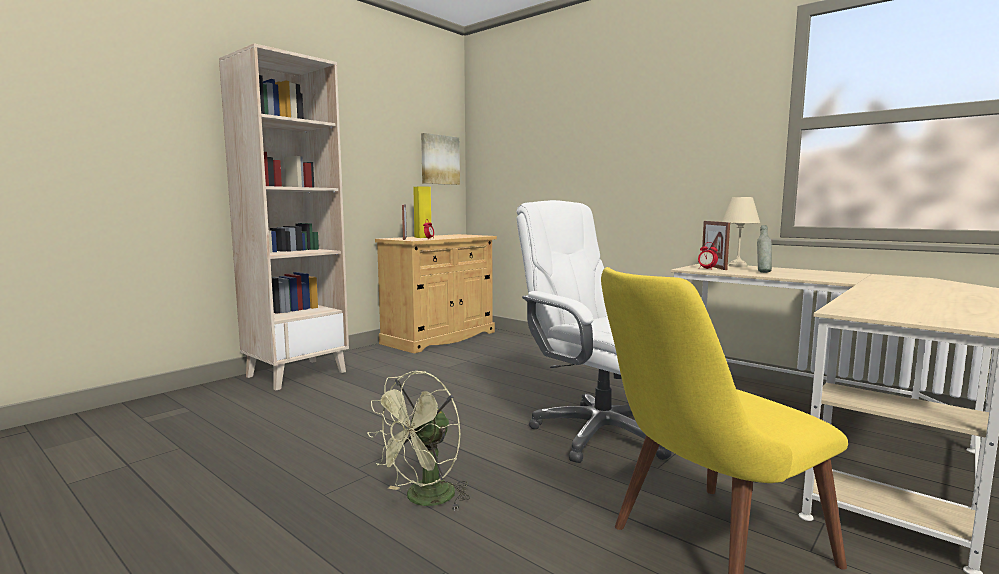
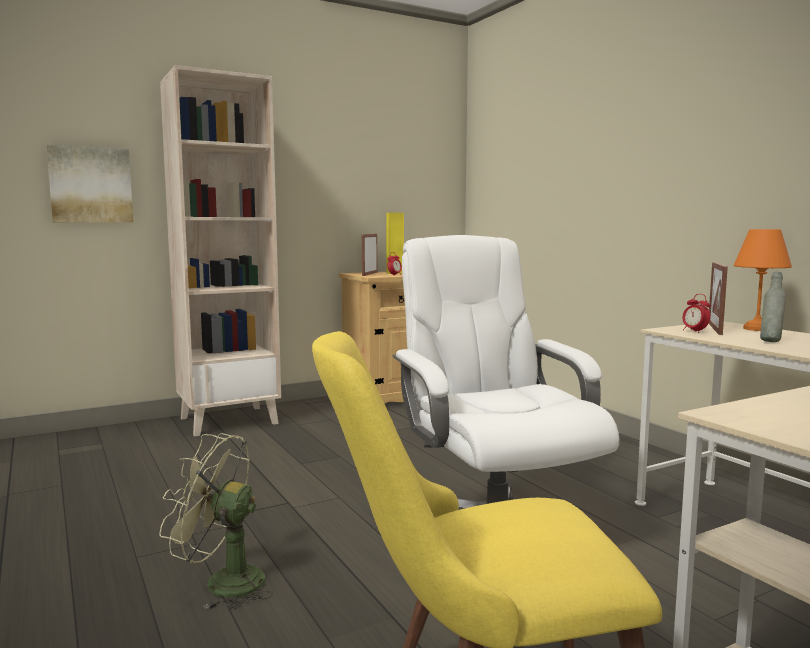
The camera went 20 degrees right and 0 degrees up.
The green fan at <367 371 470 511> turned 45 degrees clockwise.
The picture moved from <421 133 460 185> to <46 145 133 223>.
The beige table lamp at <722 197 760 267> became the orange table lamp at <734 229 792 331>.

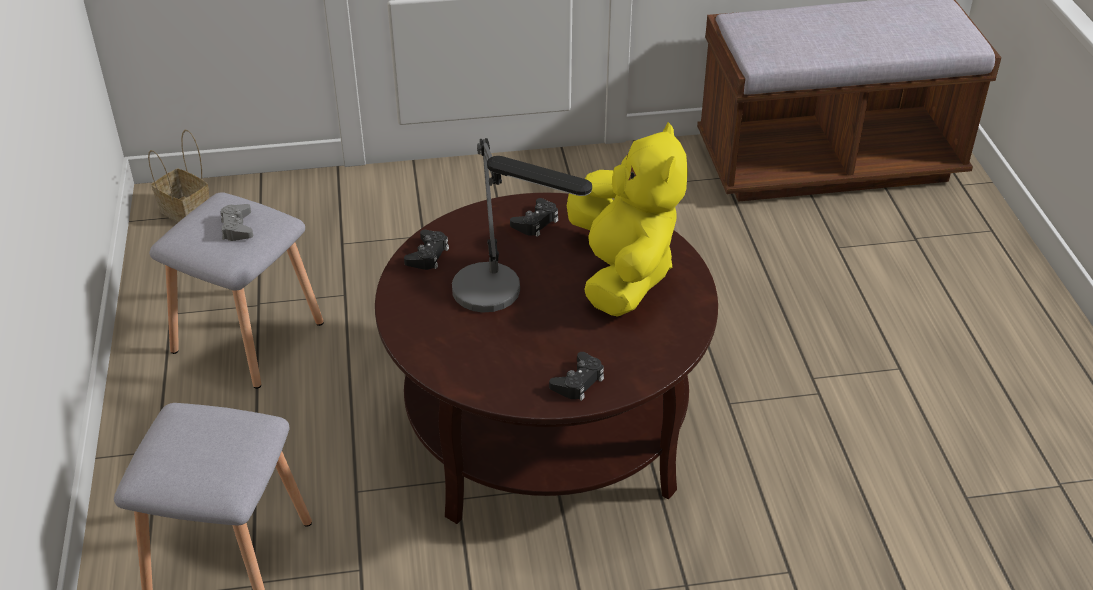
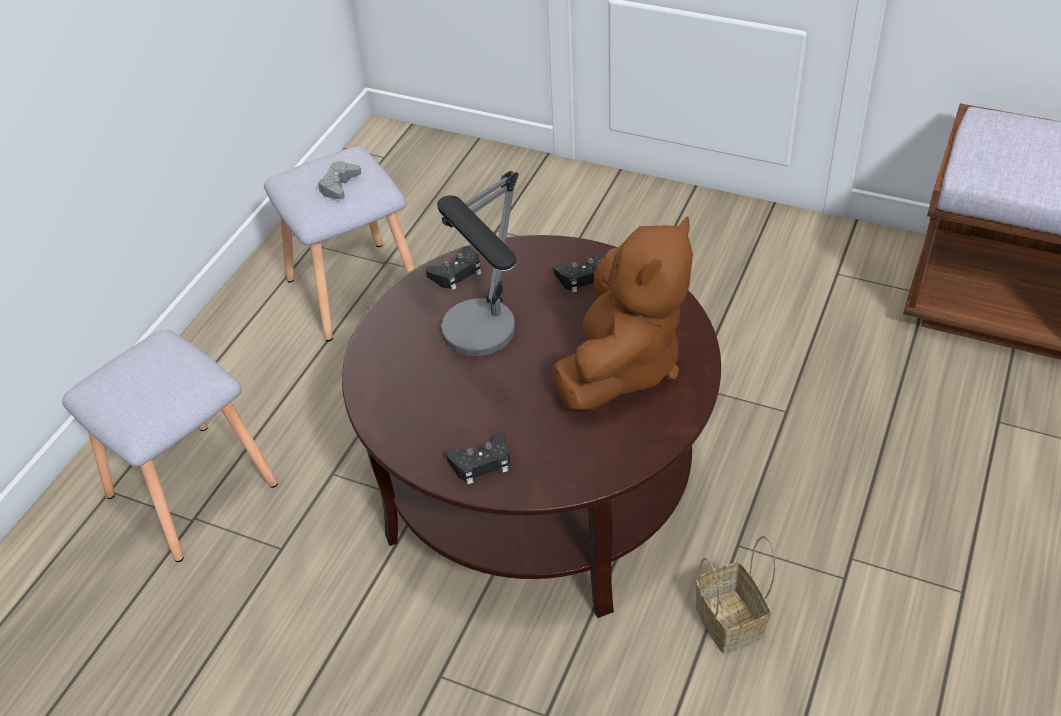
The camera went 35 degrees right and 5 degrees up.
The basket moved from <148 130 210 223> to <695 536 776 654>.
The yellow plush toy at <567 122 688 317> became the brown plush toy at <552 217 693 410>.

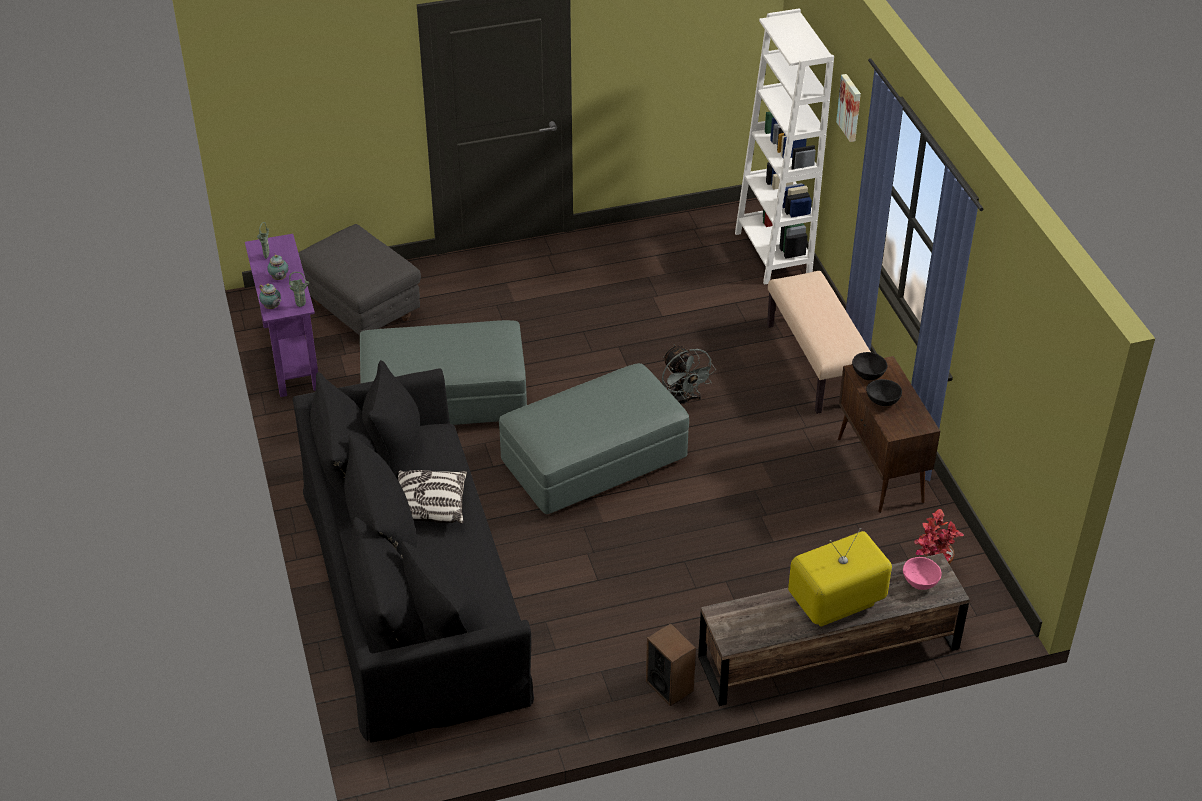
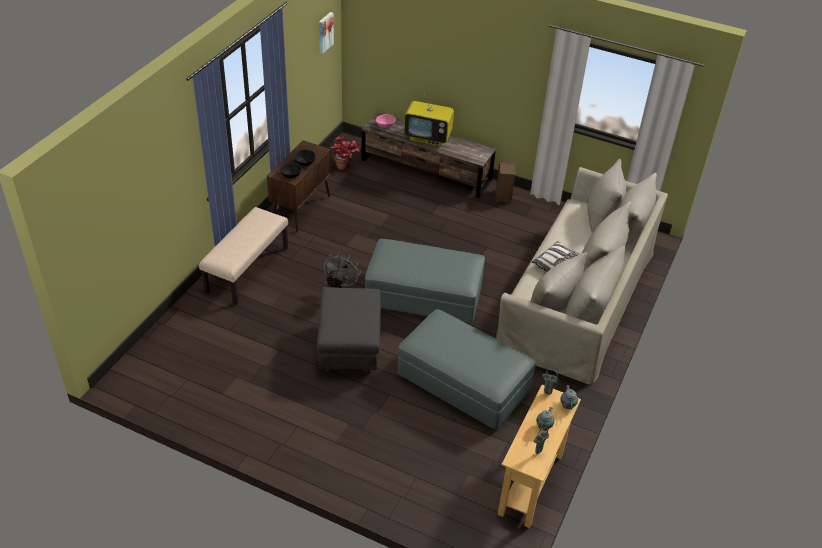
The camera went 140 degrees left and 0 degrees up.
The purple console table at <245 234 318 397> became the beige console table at <498 385 581 528>.
The black sofa at <293 360 534 742> became the beige sofa at <496 159 668 385>.
The grey ottoman moved from <298 224 421 336> to <317 287 381 374>.
The white bookcase at <735 8 834 285> disappeared.
The picture moved from <836 74 861 142> to <319 12 334 54>.

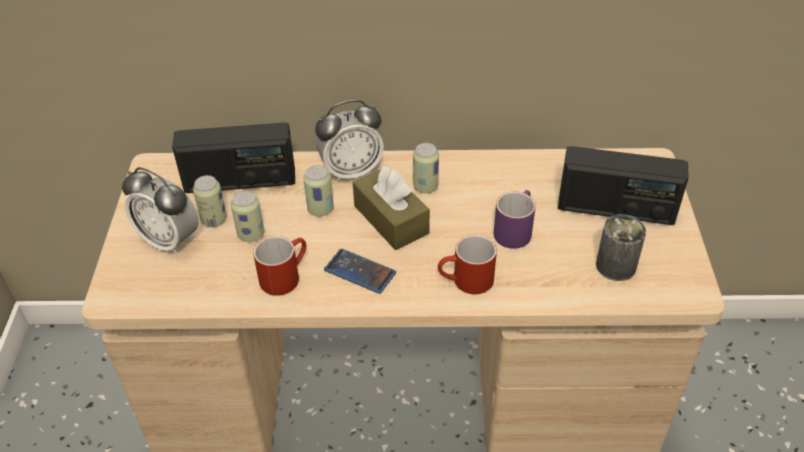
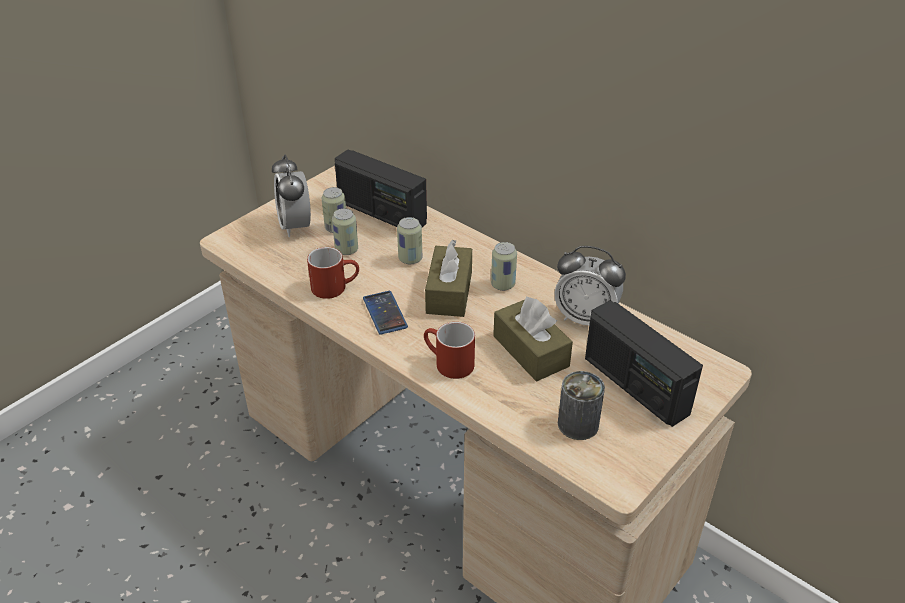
The camera went 40 degrees right and 5 degrees down.
The alarm clock moved from <315 100 384 182> to <555 246 626 326>.
The purple mug at <494 190 536 249> was replaced by the brown tissue box at <493 297 573 381>.

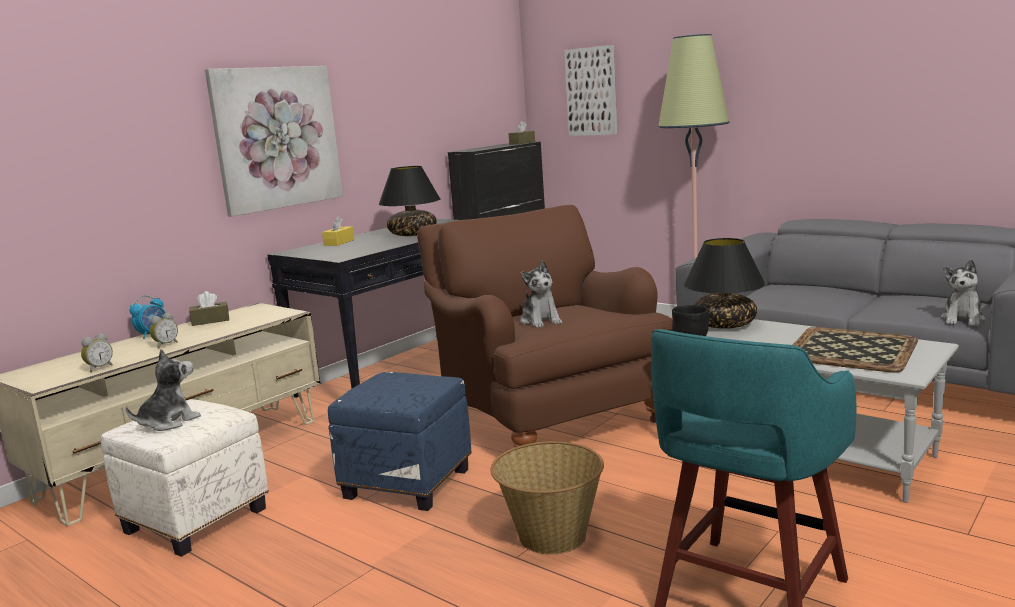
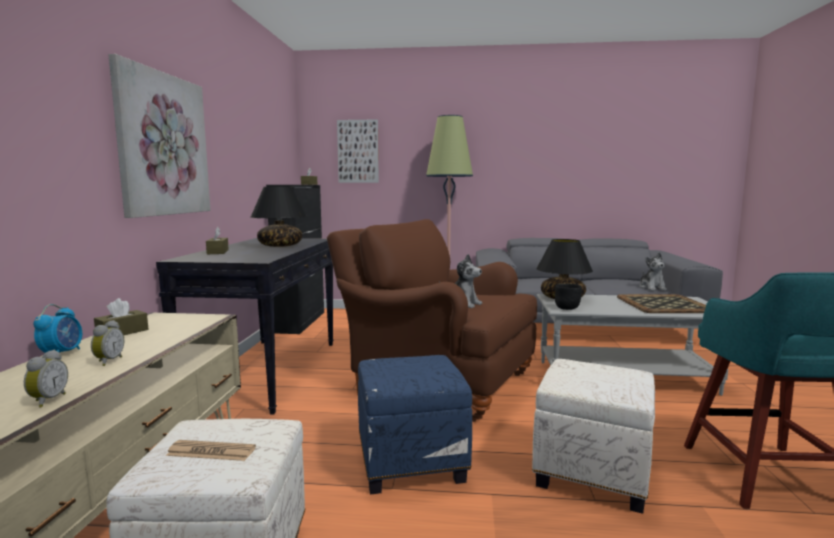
The camera went 35 degrees left and 5 degrees down.
The plush toy at <125 349 201 431> was replaced by the newspaper at <166 440 256 461>.
The yellow tissue box at <322 216 354 246> became the brown tissue box at <206 227 229 254>.
The basket at <491 441 604 555> was replaced by the white ottoman at <532 359 655 514>.

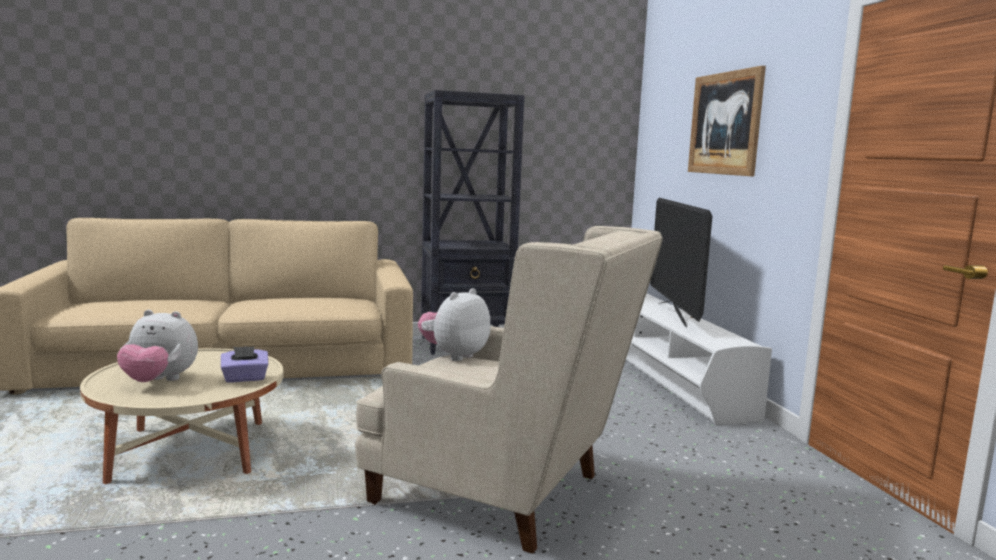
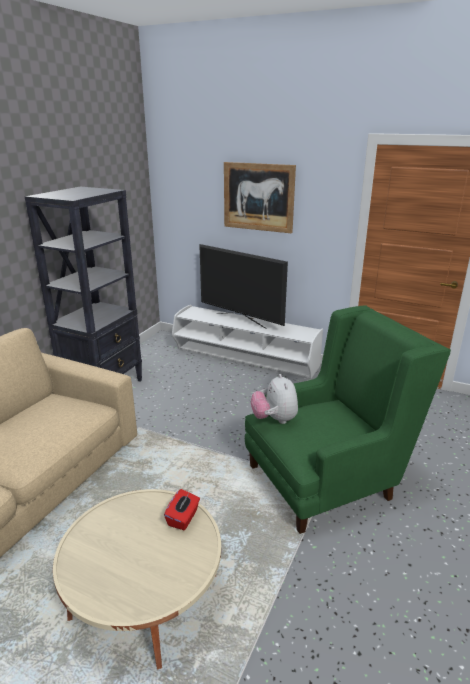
The camera went 50 degrees left and 15 degrees up.
The plush toy at <117 310 198 382> disappeared.
The purple tissue box at <221 346 268 383> became the red tissue box at <164 489 200 530>.
The beige armchair at <355 226 663 554> became the green armchair at <245 305 451 534>.

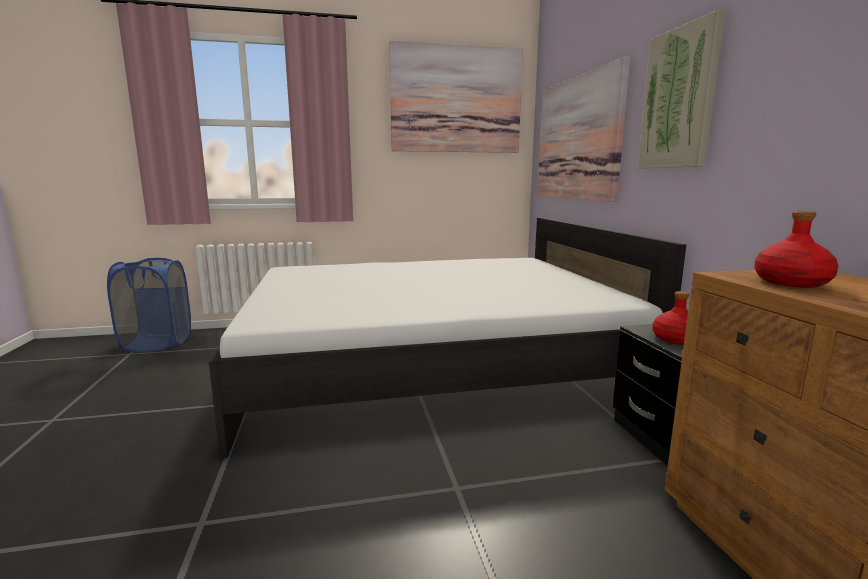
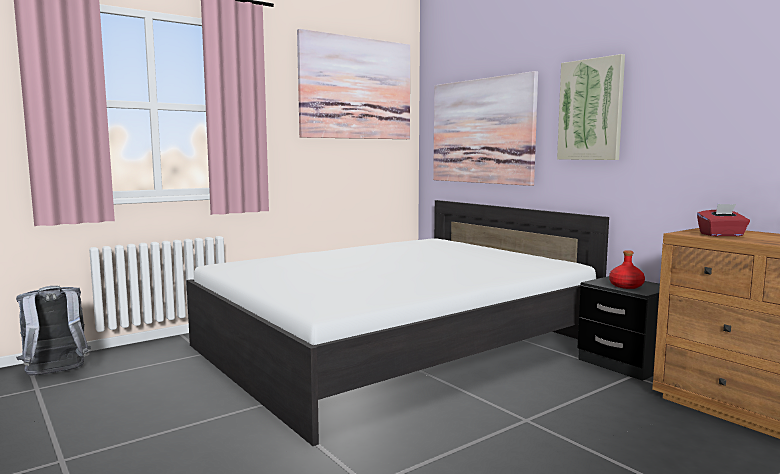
The camera went 25 degrees left and 5 degrees down.
The blue laundry basket at <107 258 191 352> was replaced by the grey backpack at <16 286 91 376>.
The red bottle at <754 211 838 288> was replaced by the red tissue box at <697 204 750 236>.

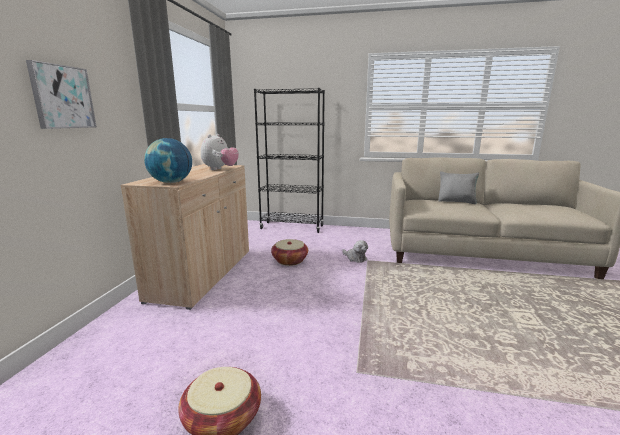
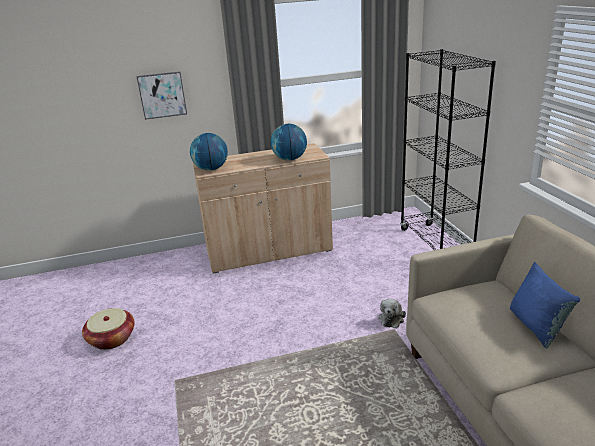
The camera went 65 degrees right and 10 degrees up.
The plush toy at <201 134 239 170> was replaced by the globe at <271 124 307 161>.
The basket at <271 239 308 266> disappeared.
The grey pillow at <438 171 479 204> became the blue pillow at <510 262 580 348>.

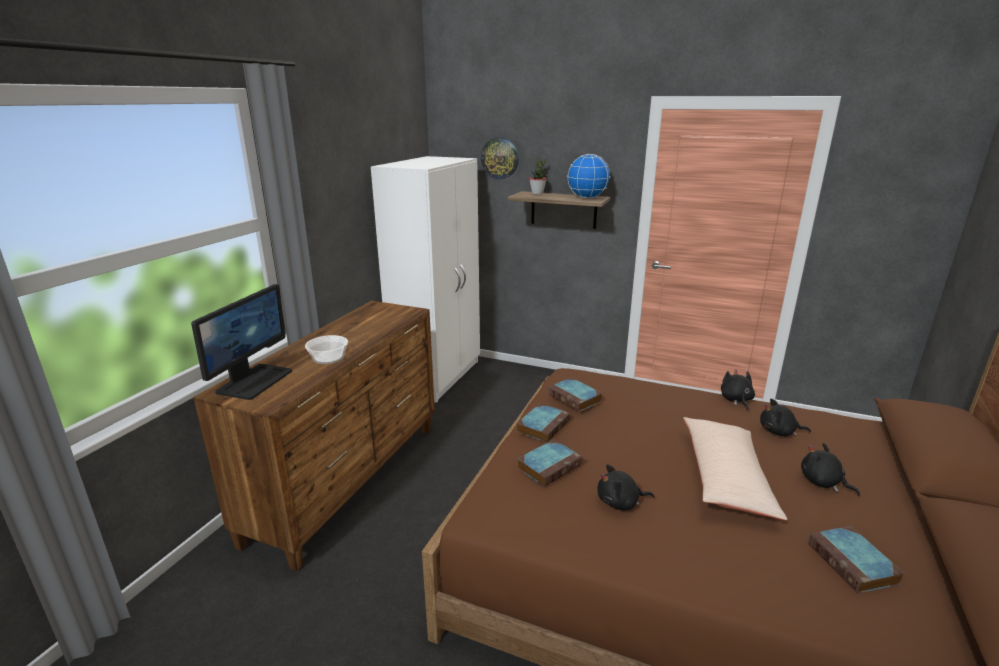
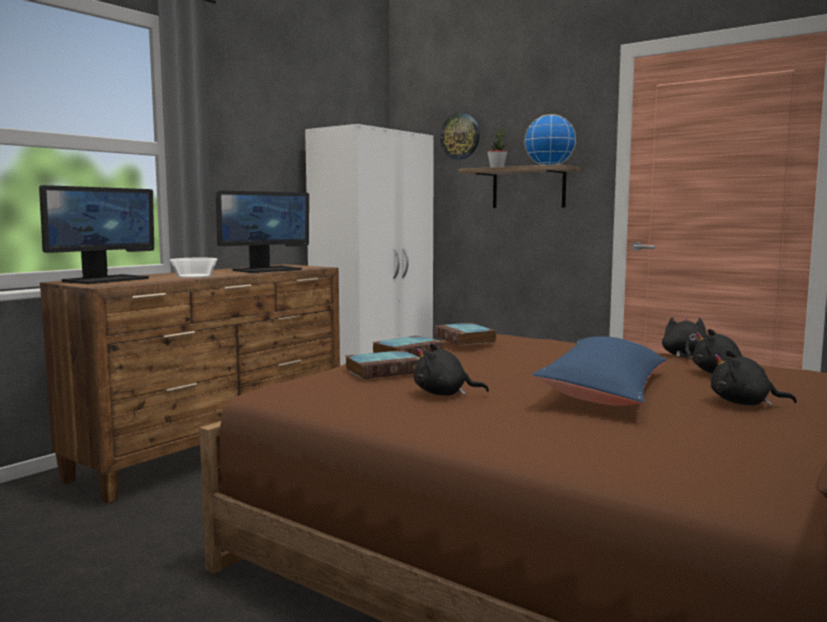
The camera went 15 degrees right and 15 degrees down.
The beige pillow at <683 417 787 520> became the blue pillow at <532 336 667 406>.
The black plush toy at <801 443 860 496> turned 45 degrees counterclockwise.
The book at <808 526 905 594> disappeared.
The monitor at <216 190 309 273> appeared.

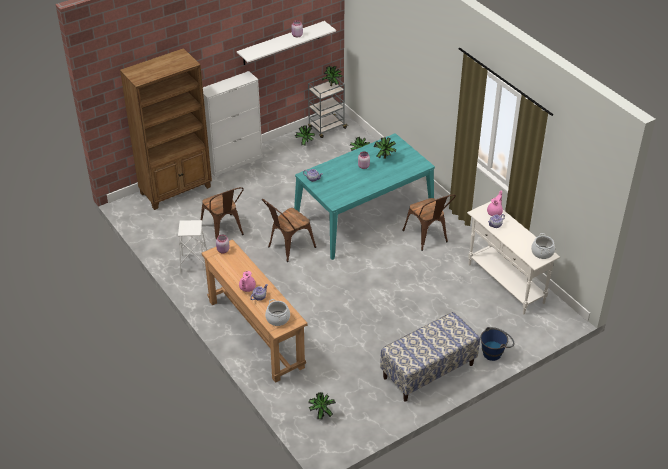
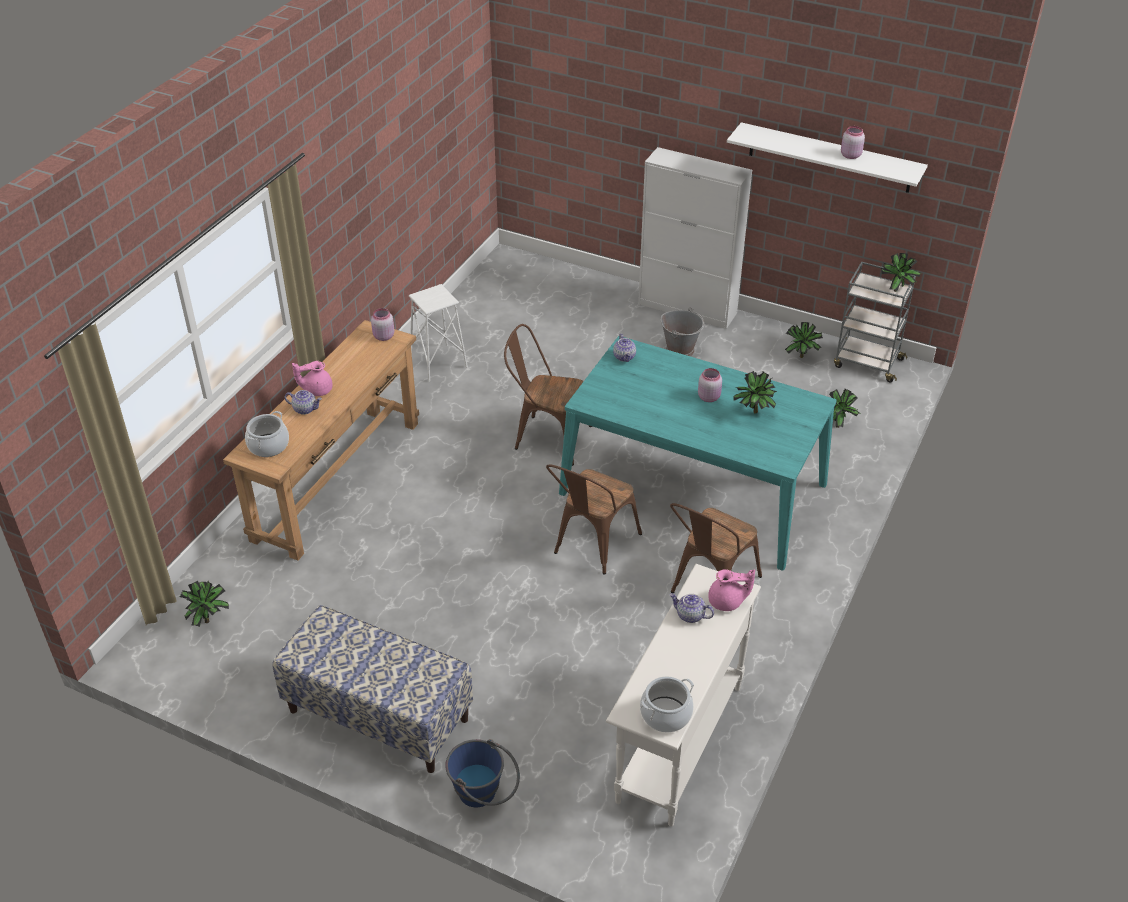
The camera went 60 degrees right and 0 degrees up.
The brown bookcase at <120 48 212 210> disappeared.
The brown chair moved from <201 187 244 239> to <546 464 642 575>.
The grey bucket at <661 307 704 357> appeared.

